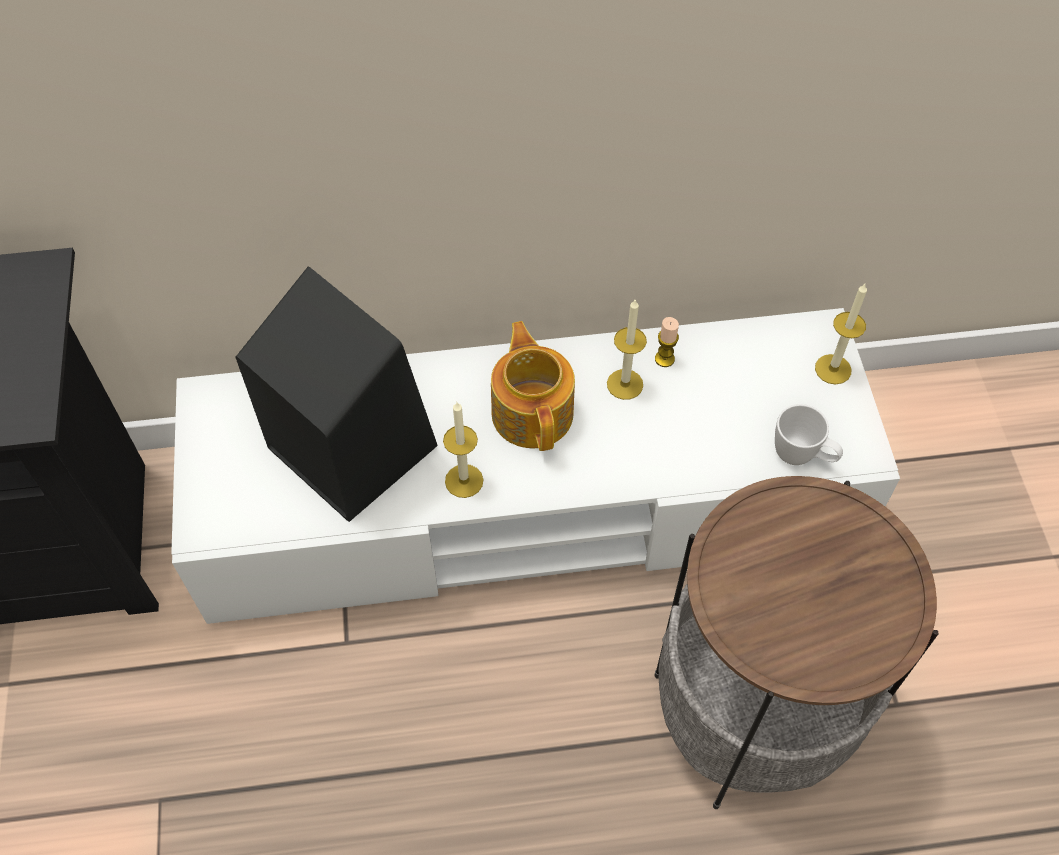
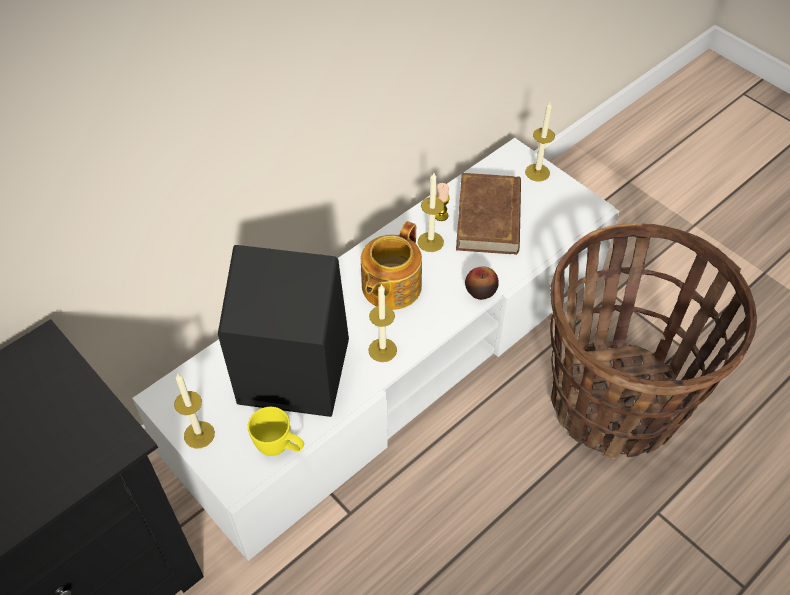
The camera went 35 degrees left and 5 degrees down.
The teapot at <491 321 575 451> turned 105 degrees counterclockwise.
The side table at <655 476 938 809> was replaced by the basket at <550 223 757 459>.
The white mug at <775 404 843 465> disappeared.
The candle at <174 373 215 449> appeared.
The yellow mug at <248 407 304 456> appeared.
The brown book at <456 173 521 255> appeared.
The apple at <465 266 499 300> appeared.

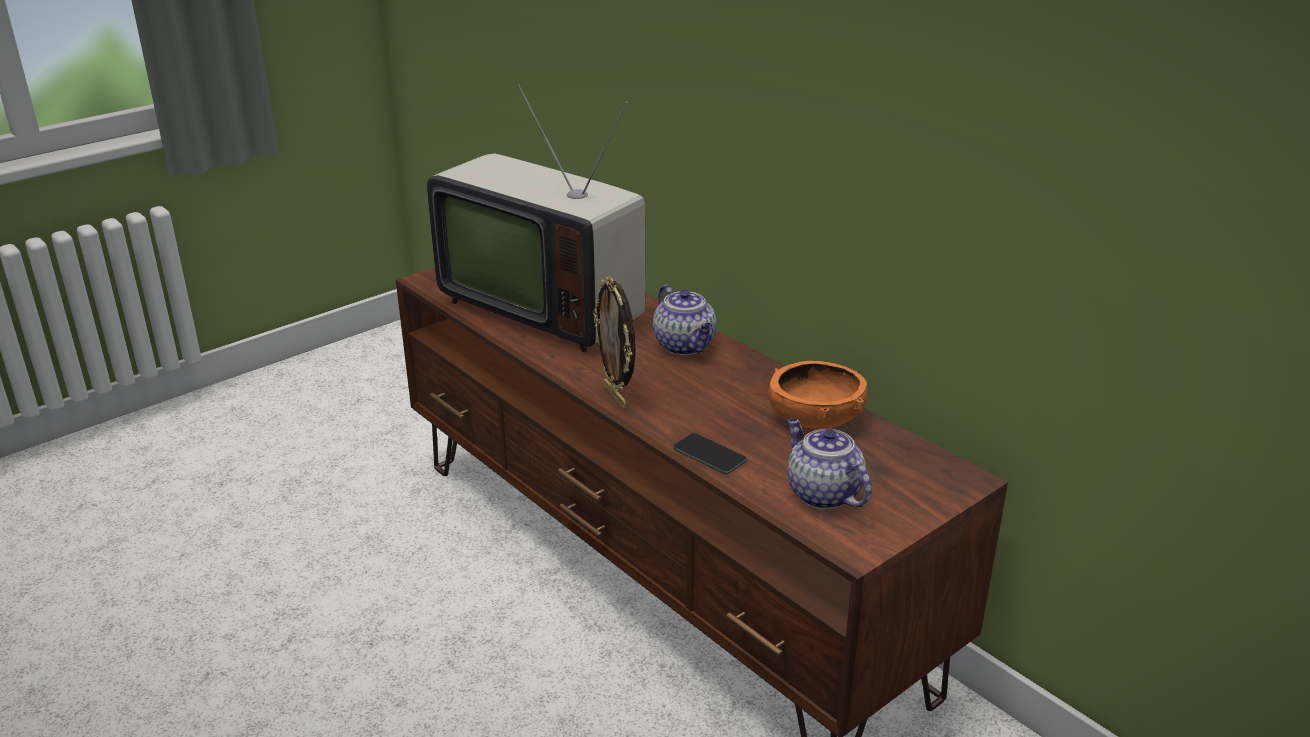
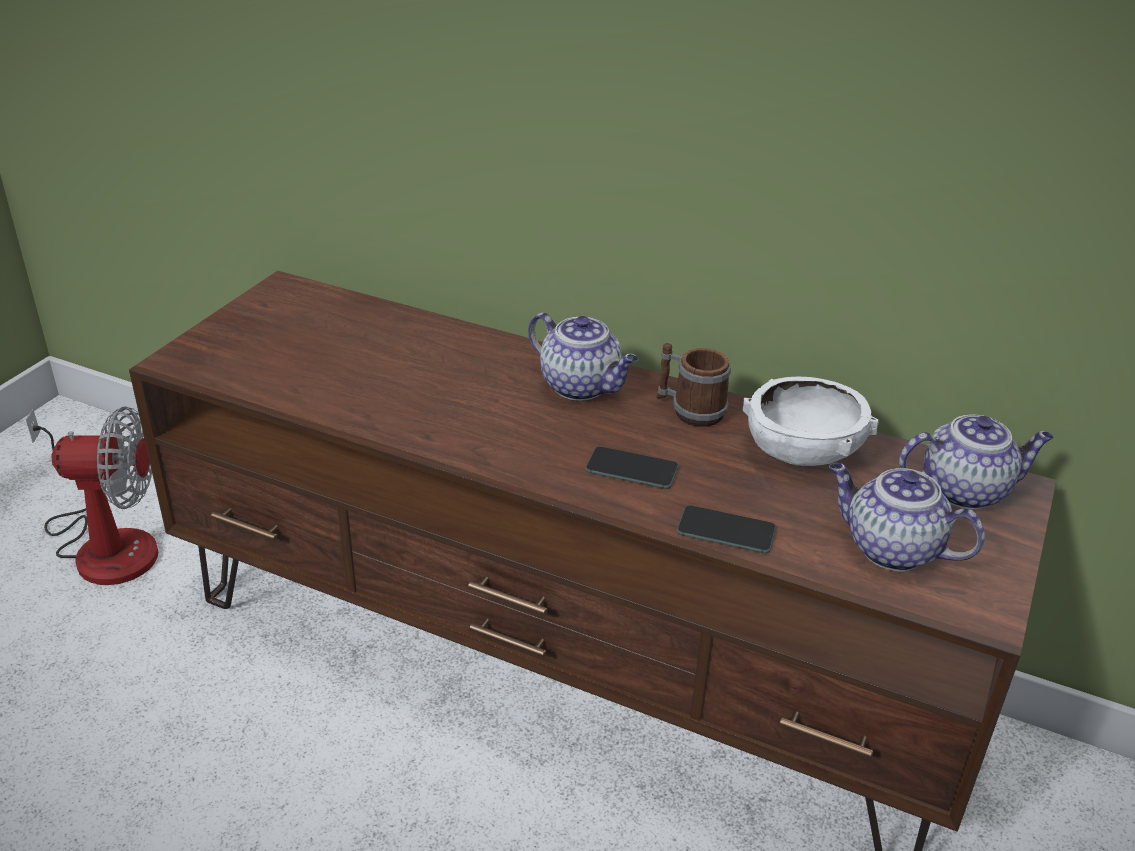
The camera went 25 degrees left and 5 degrees up.
The television at <427 85 645 353> disappeared.
The picture frame at <593 276 635 409> disappeared.
The orange bowl at <769 361 867 429> became the white bowl at <743 377 879 466>.
The fan at <26 407 158 585> appeared.
The phone at <585 447 679 489> appeared.
The mug at <656 343 731 427> appeared.
The teapot at <899 414 1054 509> appeared.

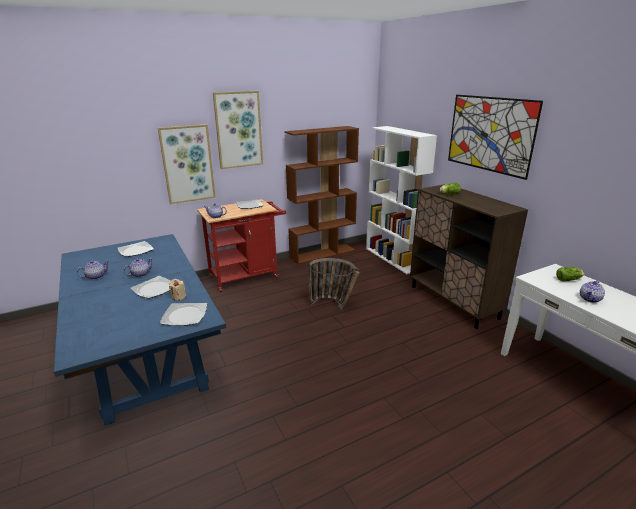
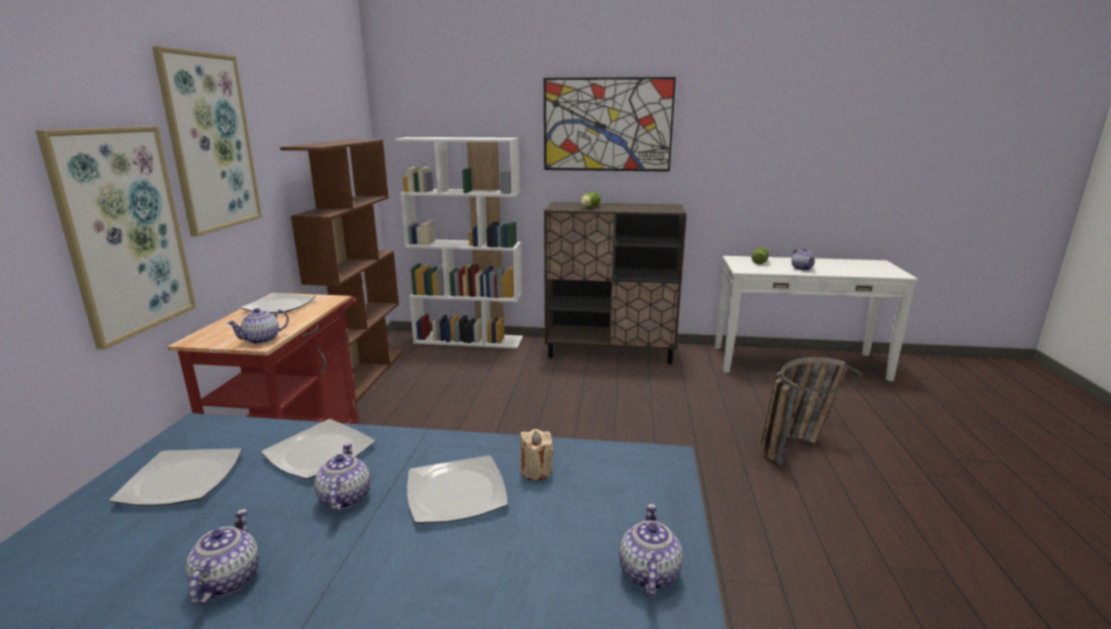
The camera went 55 degrees left and 5 degrees down.
The plate moved from <160 303 207 326> to <261 419 375 479>.
The basket moved from <308 258 359 310> to <761 357 862 467>.
The teapot at <619 504 683 597> appeared.

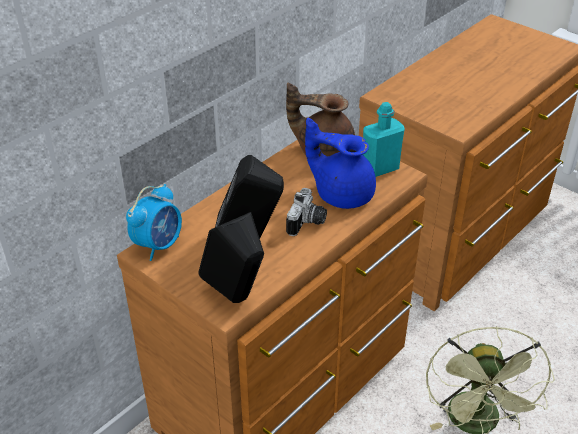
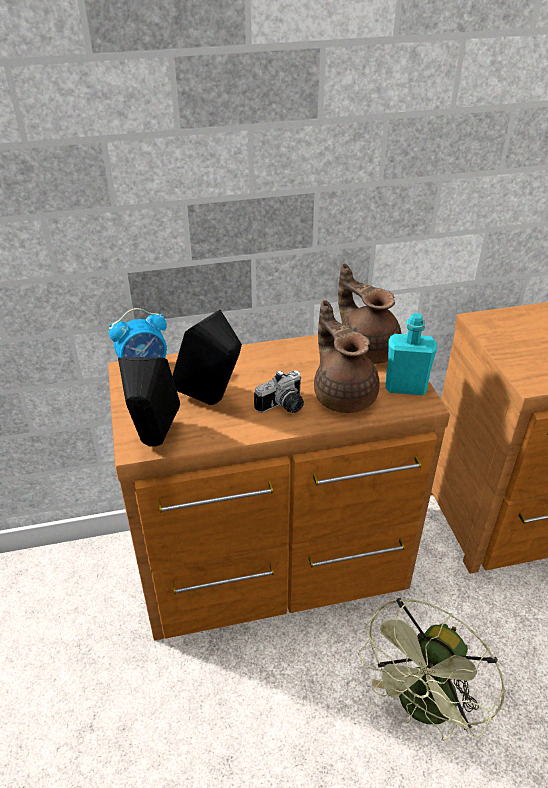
The camera went 35 degrees right and 0 degrees up.
The blue teapot at <305 117 376 209> became the brown teapot at <314 300 380 413>.

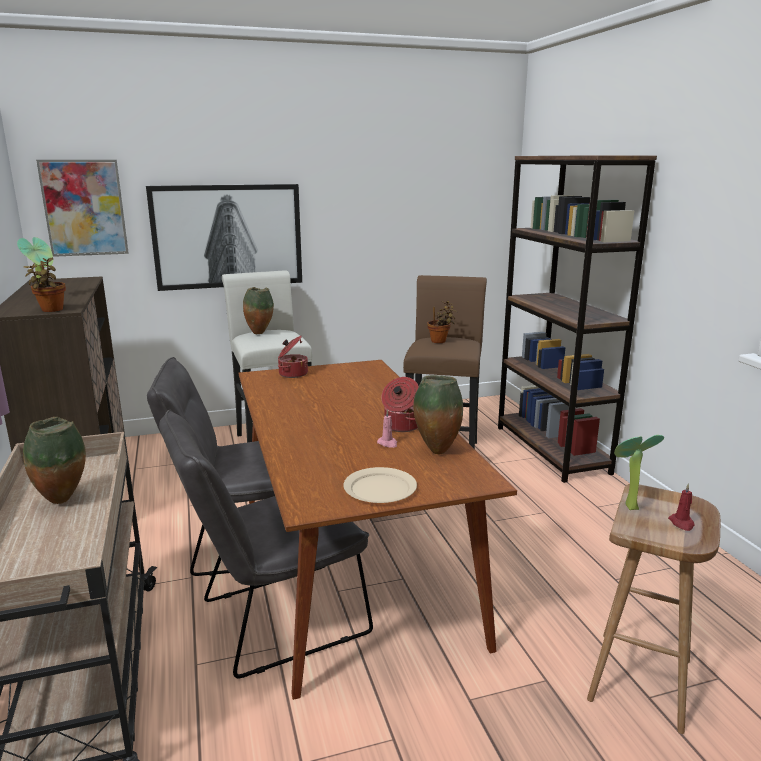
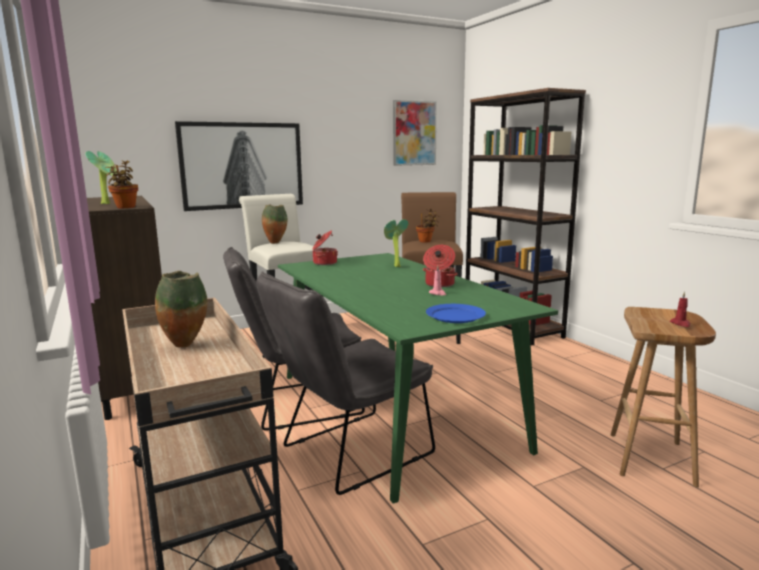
The camera went 10 degrees left and 5 degrees down.
The picture moved from <36 160 129 257> to <393 100 437 166>.
The brown dining table at <239 360 517 700> became the green dining table at <278 253 558 504>.
The beige plate at <343 467 417 503> became the blue plate at <426 304 486 323>.
The vase at <413 375 463 454> disappeared.
The potted plant moved from <614 435 664 510> to <384 219 409 267>.

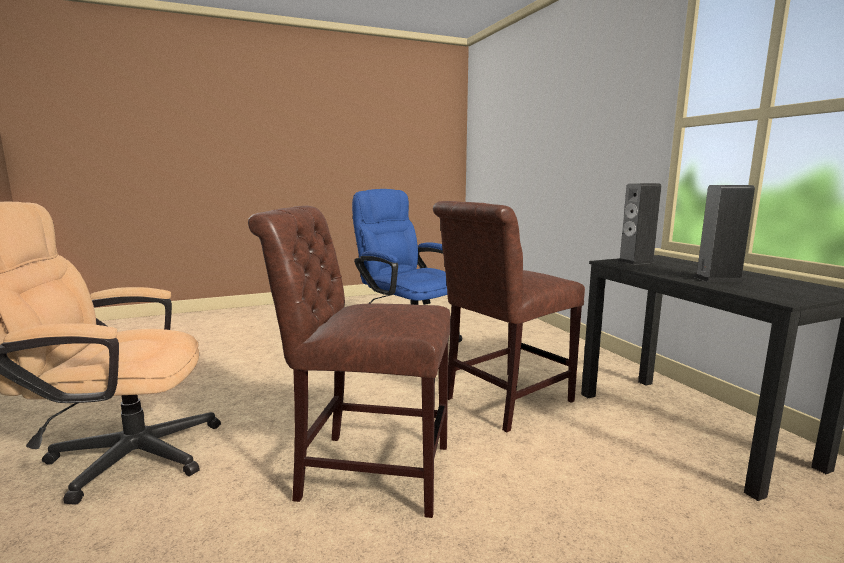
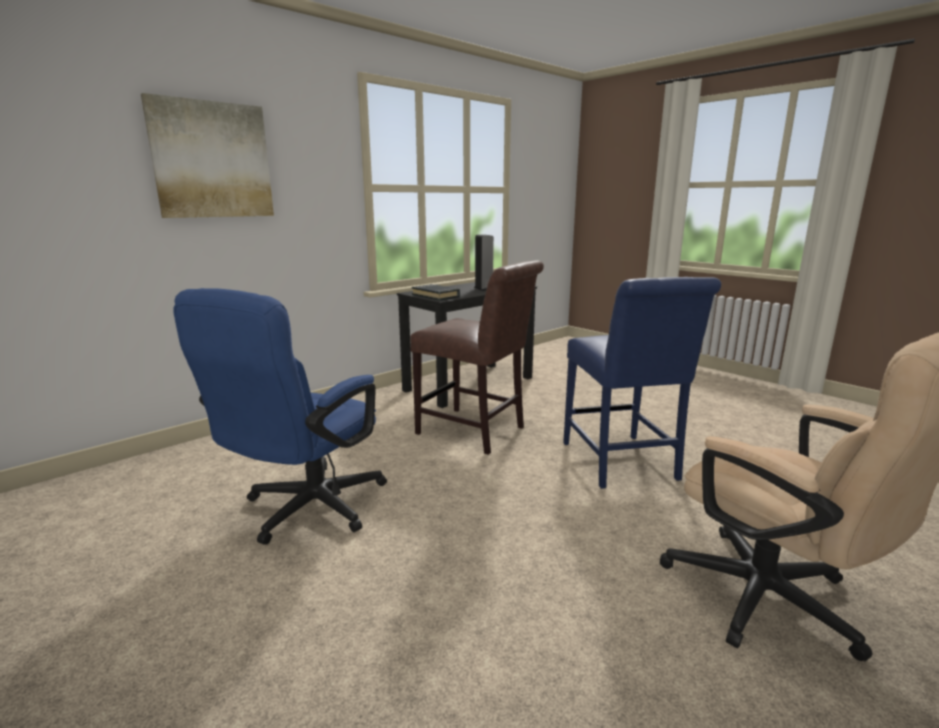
The camera went 110 degrees left and 5 degrees up.
The brown chair at <248 206 451 518> became the blue chair at <563 277 721 489>.
The speaker at <618 183 661 265> was replaced by the black book at <412 284 460 301>.
The picture at <141 93 274 218> appeared.

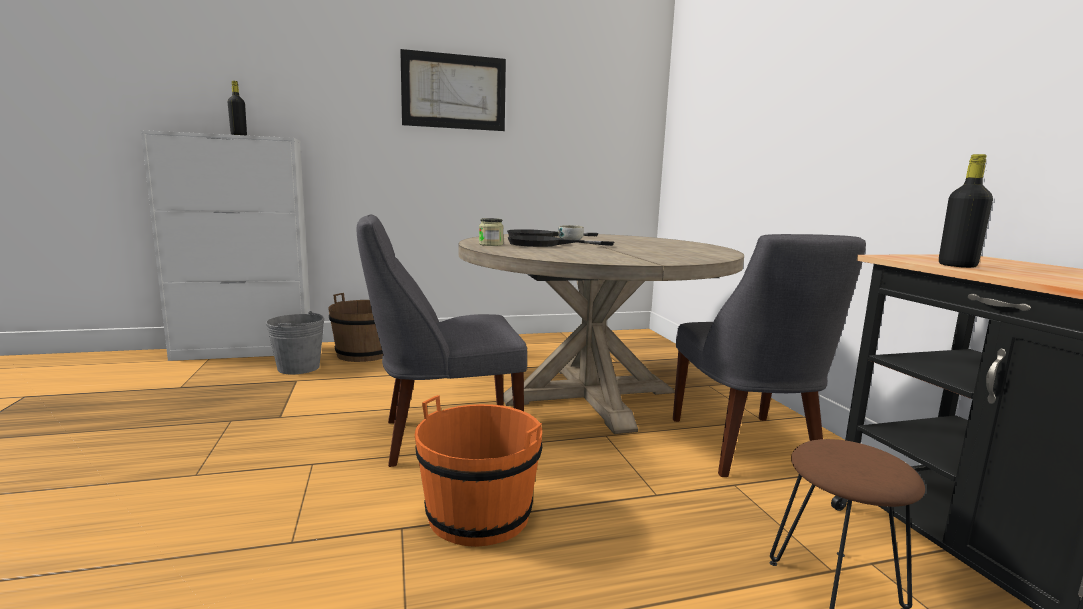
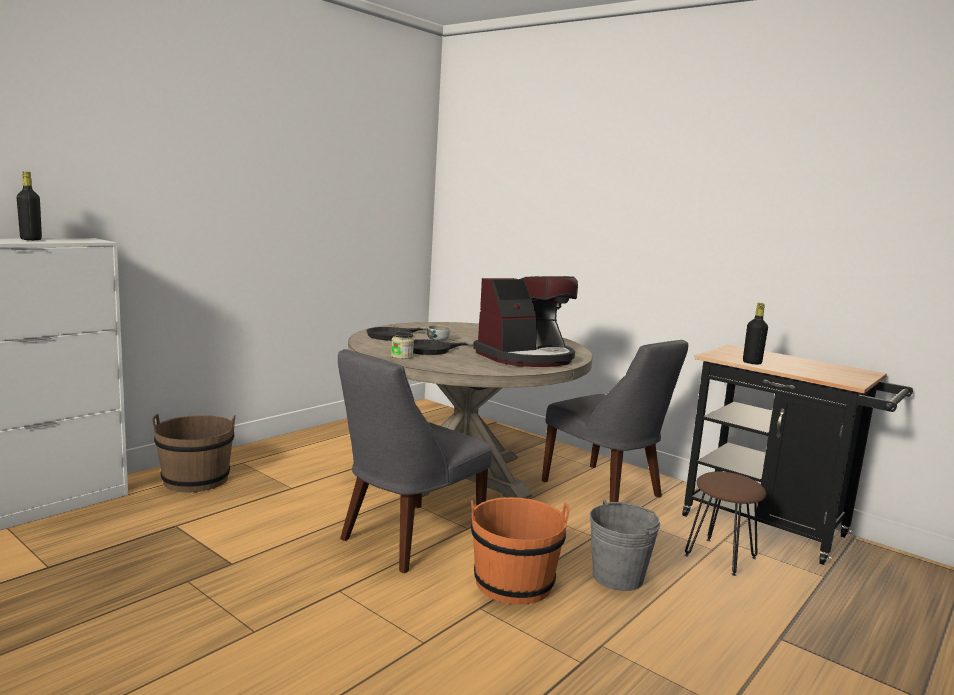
The camera went 35 degrees left and 0 degrees up.
The grey bucket moved from <266 311 325 374> to <590 500 660 591>.
The picture at <400 49 506 131> disappeared.
The coffee machine at <473 276 578 367> appeared.

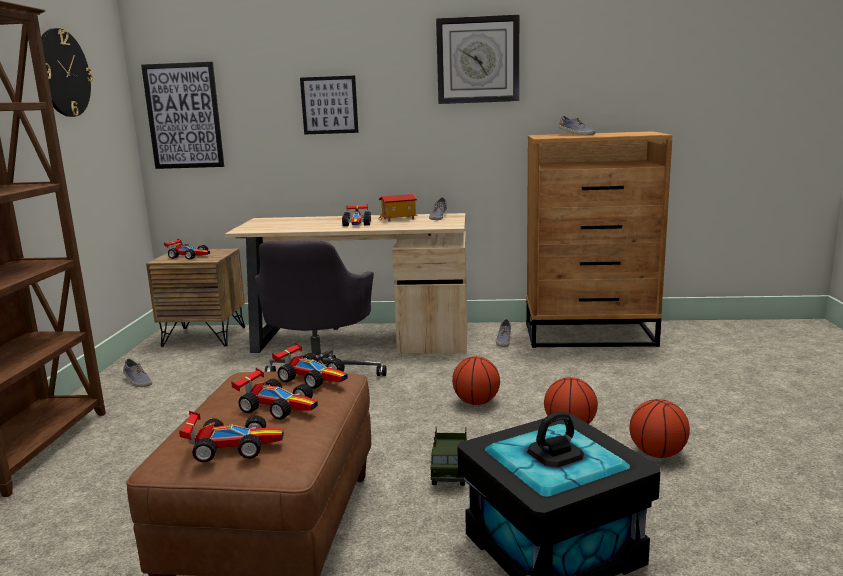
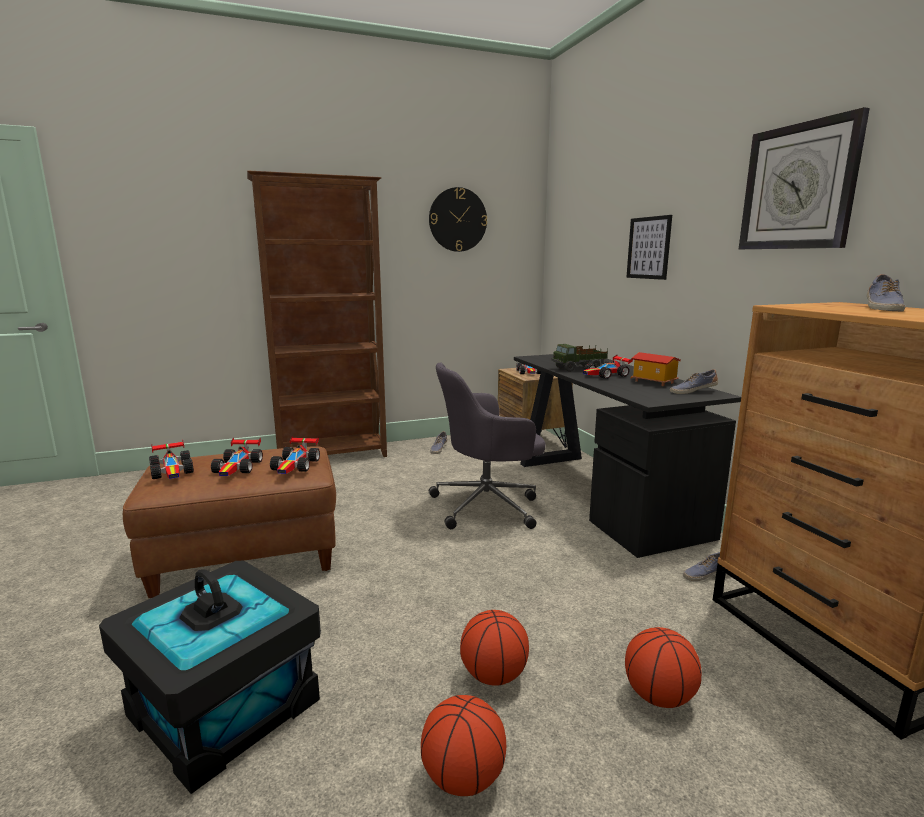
The camera went 65 degrees right and 0 degrees up.
The picture at <141 62 224 169> disappeared.
The beige desk at <225 213 467 354> became the black desk at <514 354 741 558>.
The toy truck moved from <430 427 467 486> to <552 344 608 372>.
The basketball moved from <452 356 500 405> to <625 627 702 708>.

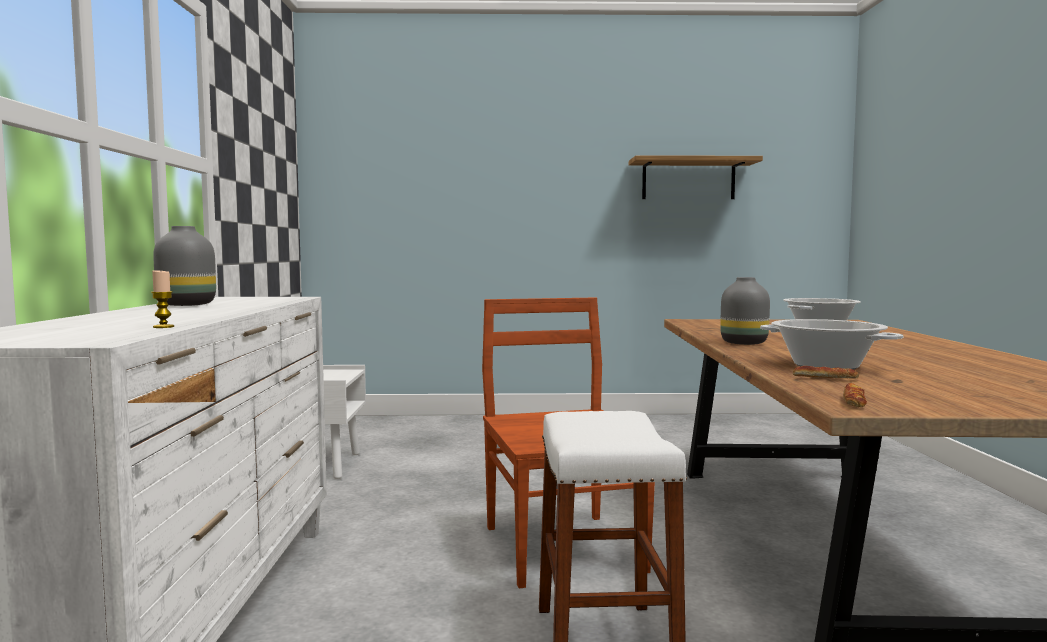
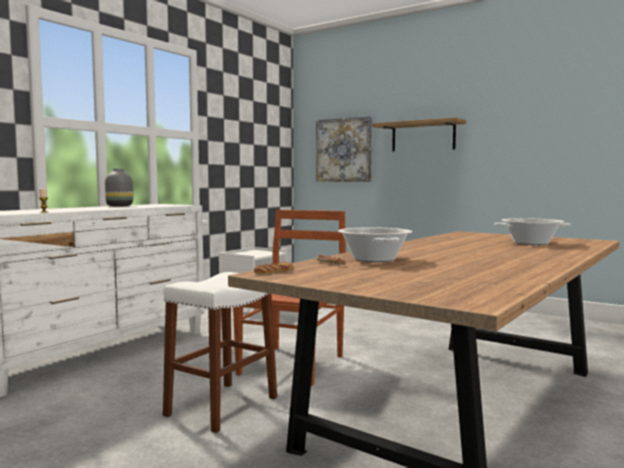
The camera went 35 degrees right and 0 degrees up.
The shelf moved from <629 155 763 199> to <372 117 466 152>.
The grey vase at <720 277 770 345> disappeared.
The picture at <316 116 372 182> appeared.

